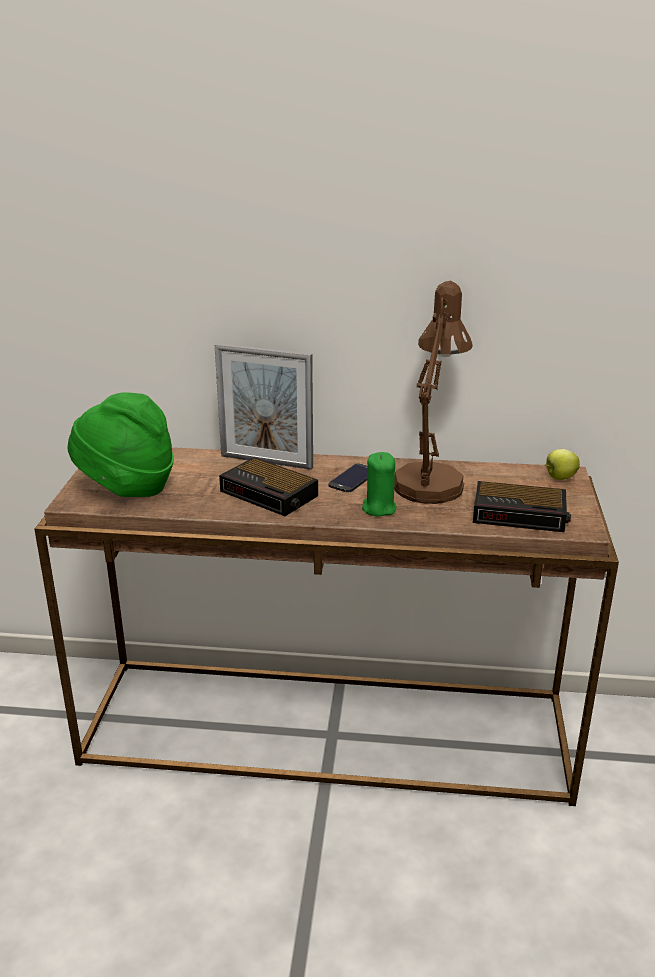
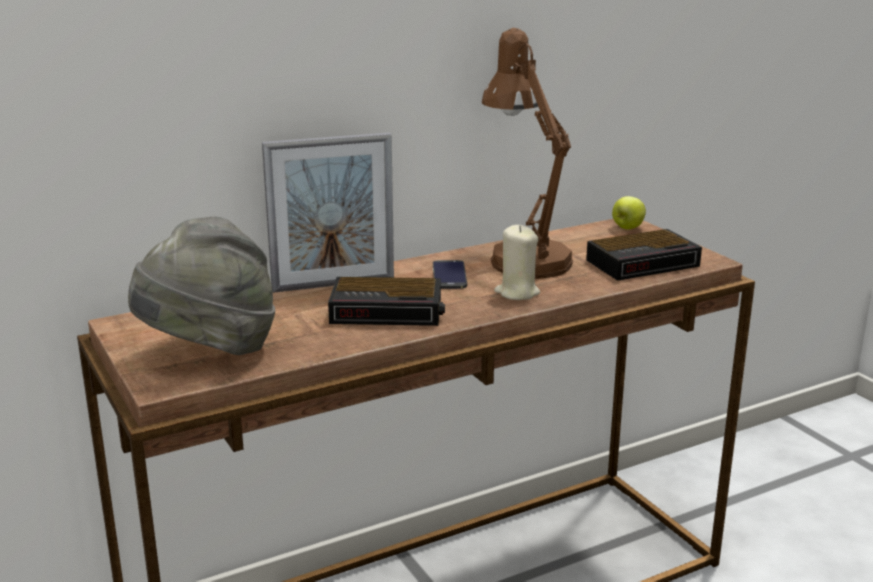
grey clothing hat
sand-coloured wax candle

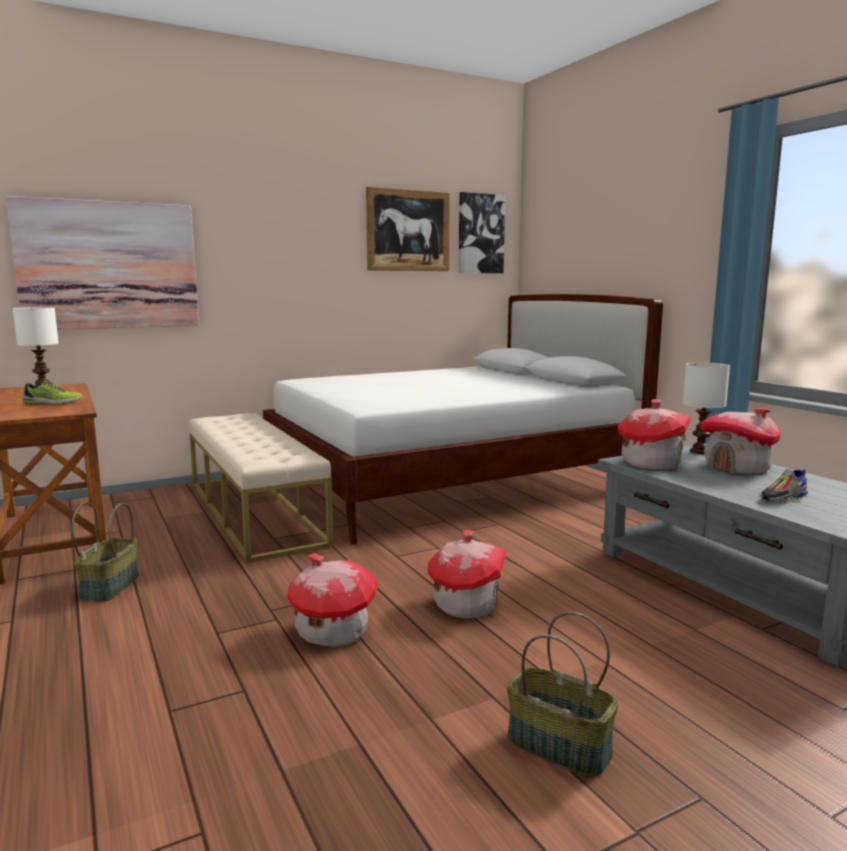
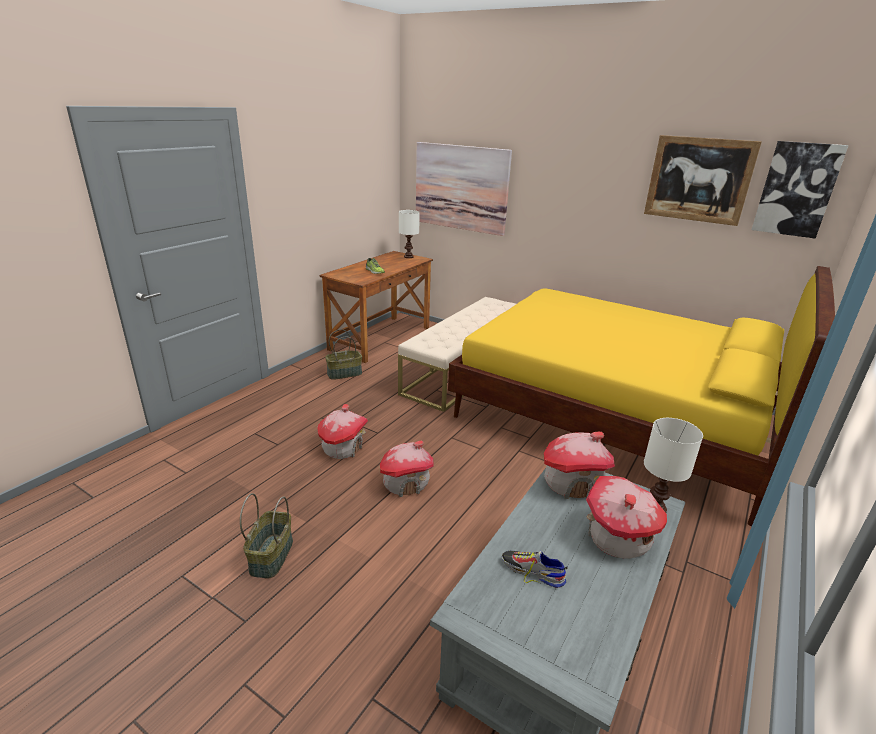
yellow-coloured sleeping bed

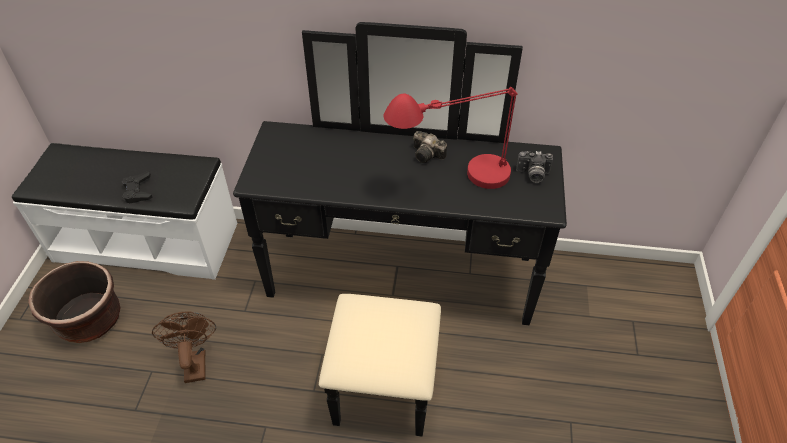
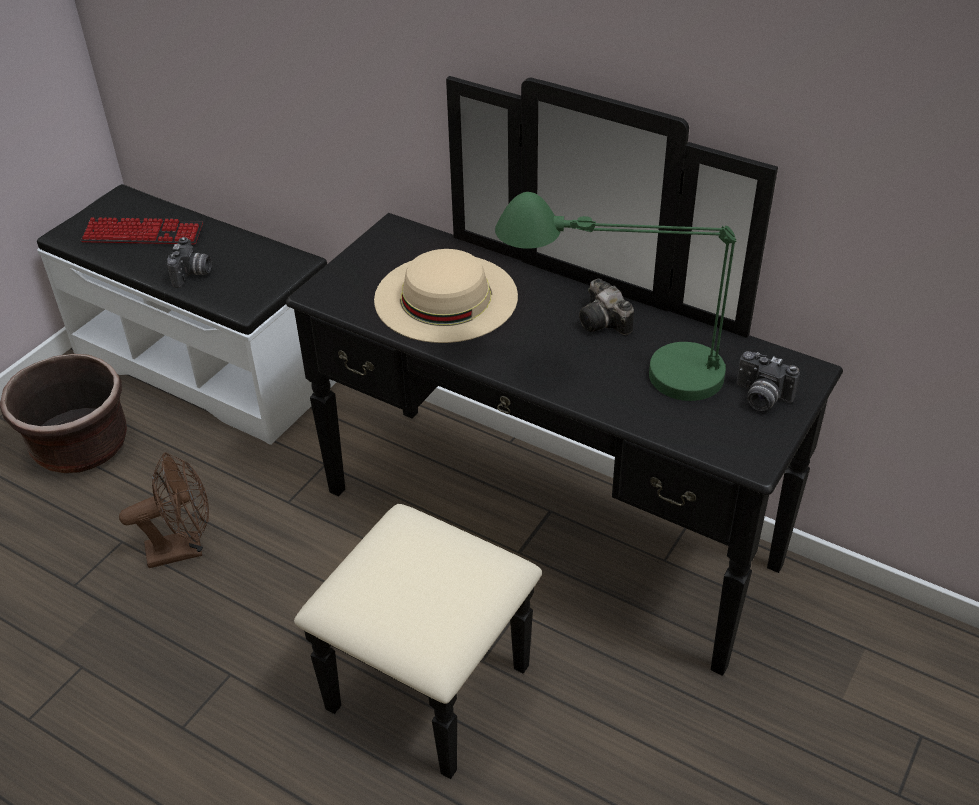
keyboard
brown-coloured cooling fan
photo camera (no. 1 from left)
sand-coloured clothing hat
green-coloured tabletop lamp

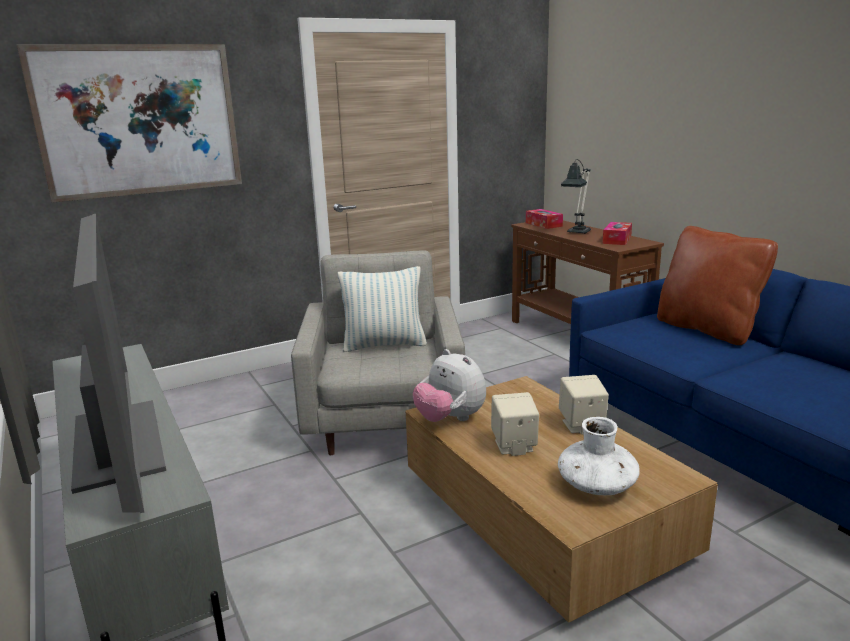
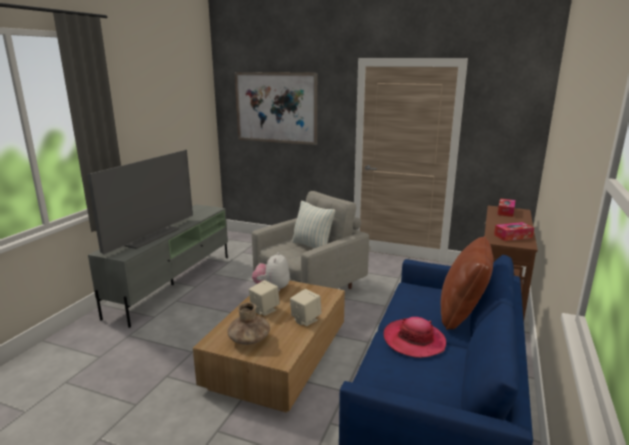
brown-coloured vase
clothing hat
tabletop lamp

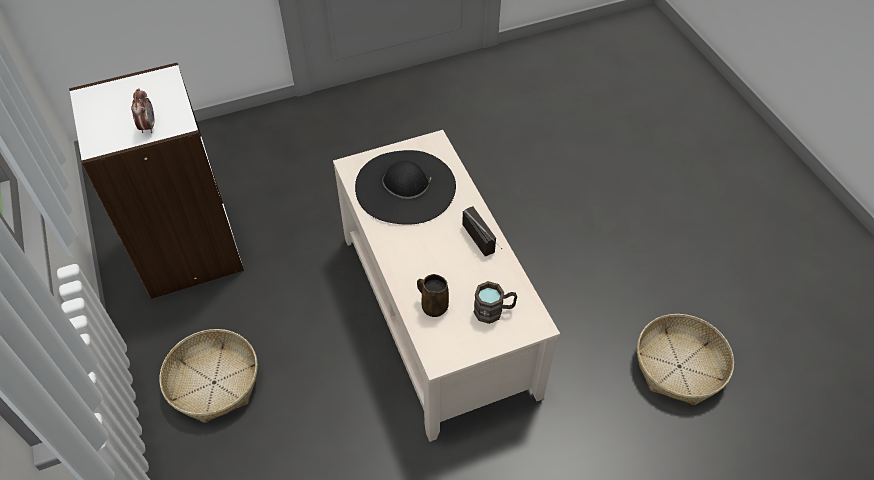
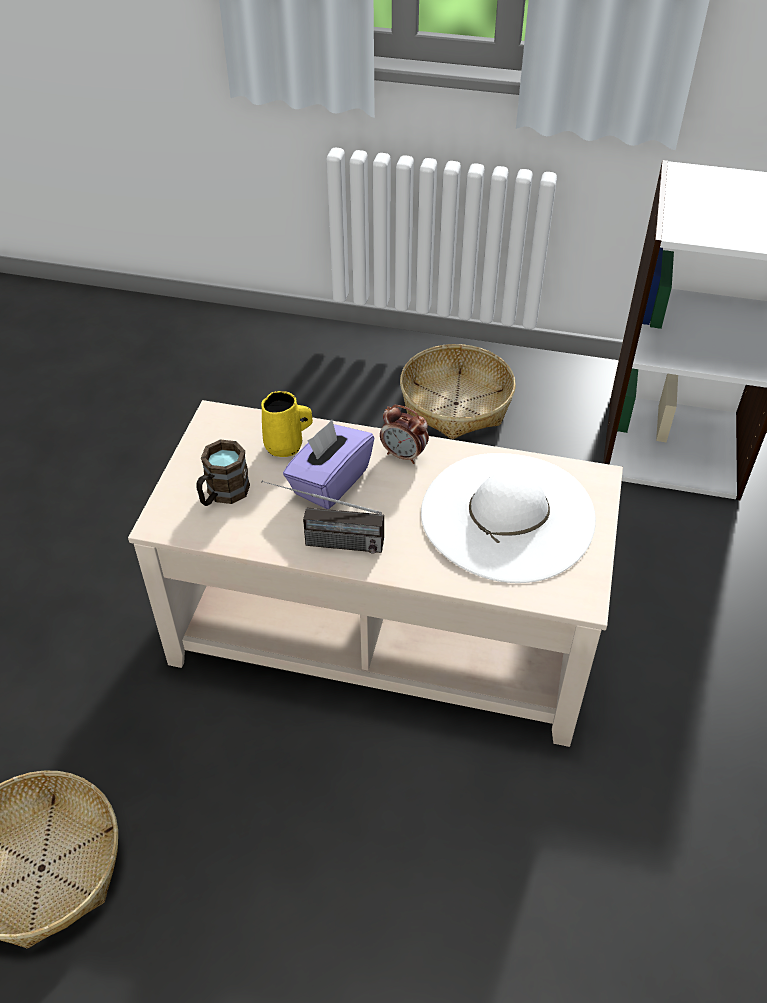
yellow-coloured mug
purple-coloured tissue box
bedside clock
white-coloured clothing hat

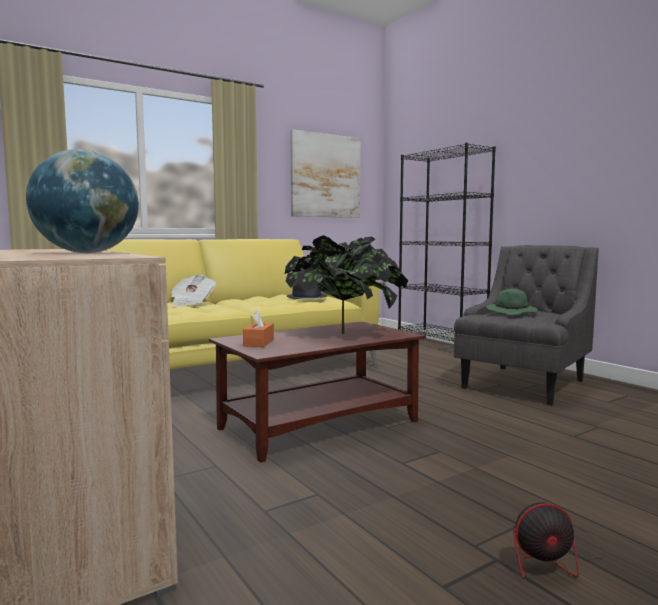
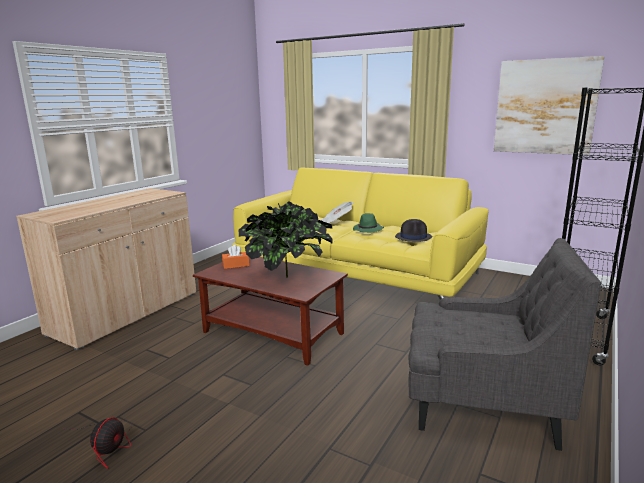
cooling fan
green-coloured clothing hat
world globe

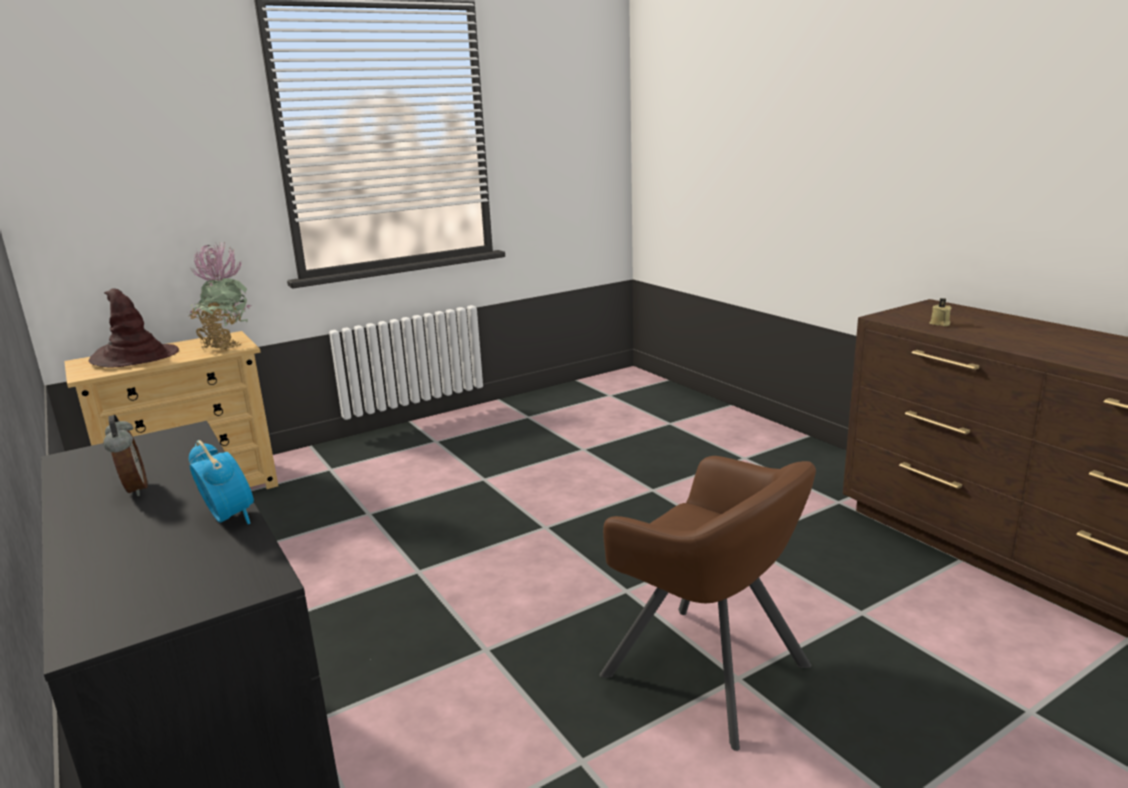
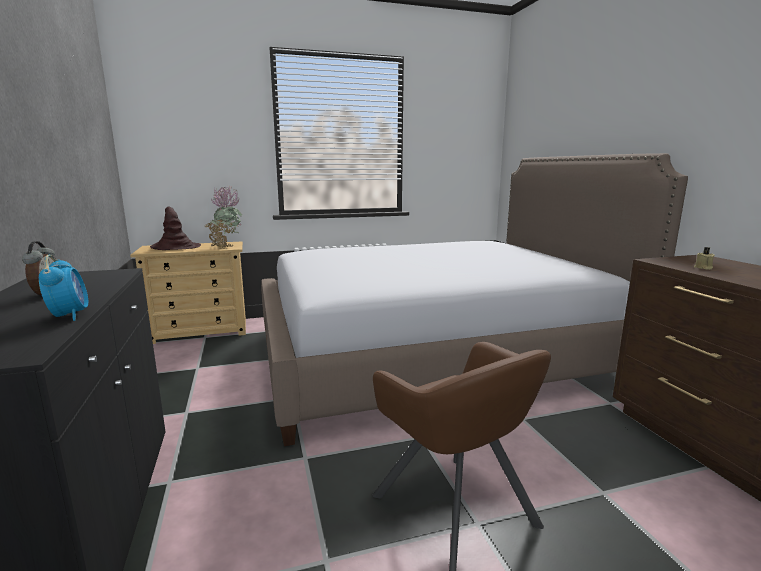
sleeping bed

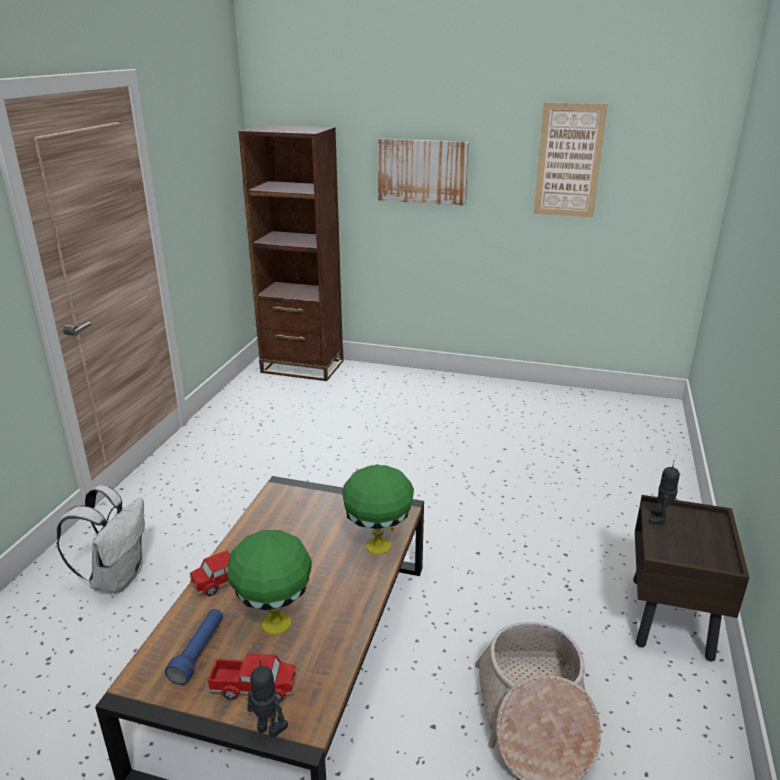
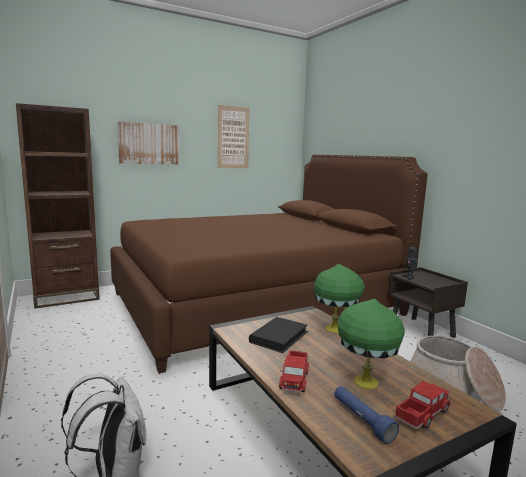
brown-coloured sleeping bed
black-coloured bound book
toy robot (no. 1 from left in the first image)

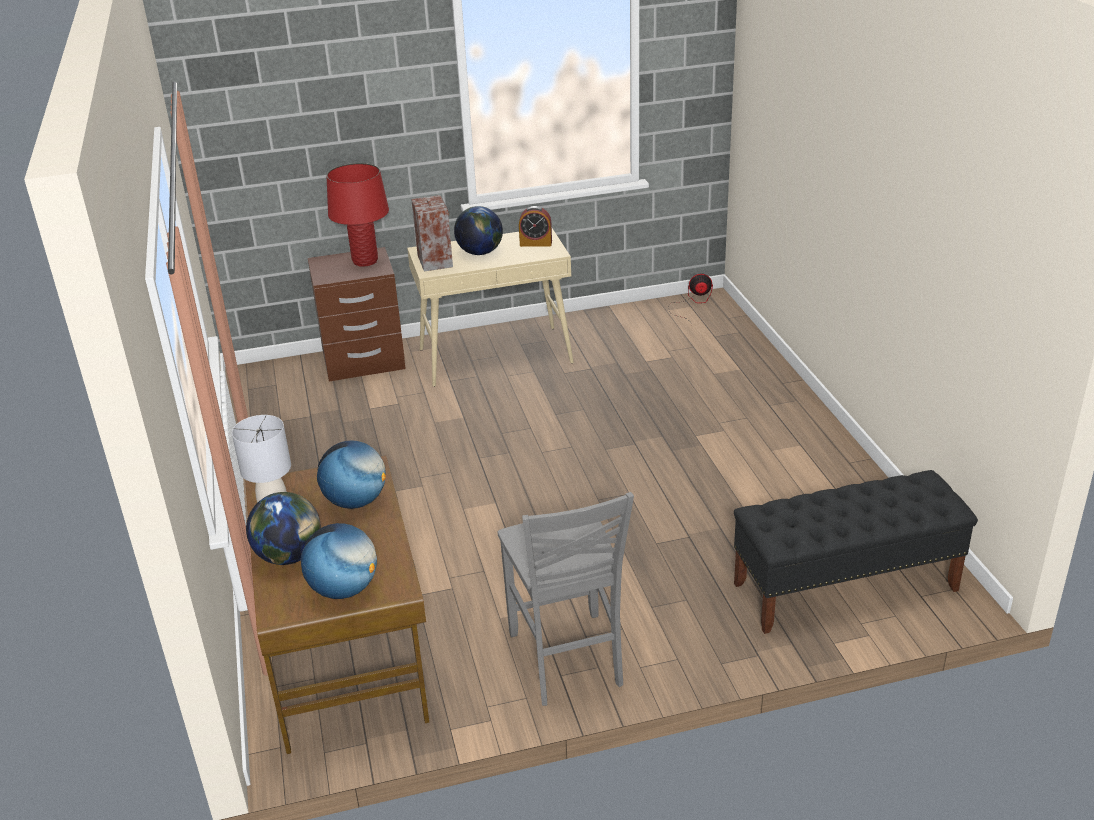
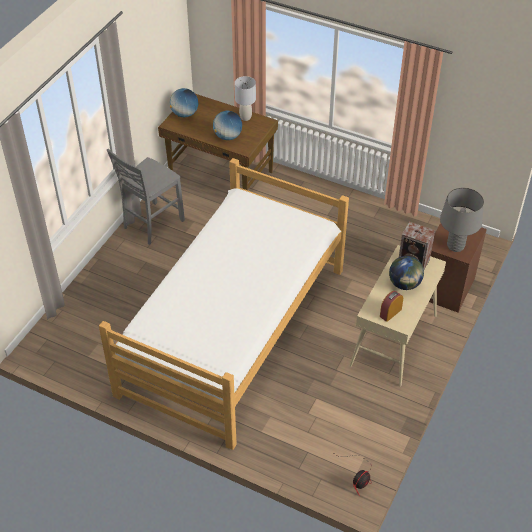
sleeping bed
grey plain chair
grey tabletop lamp (no. 2 from left)
world globe (no. 1 from left in the first image)
black-coloured bench

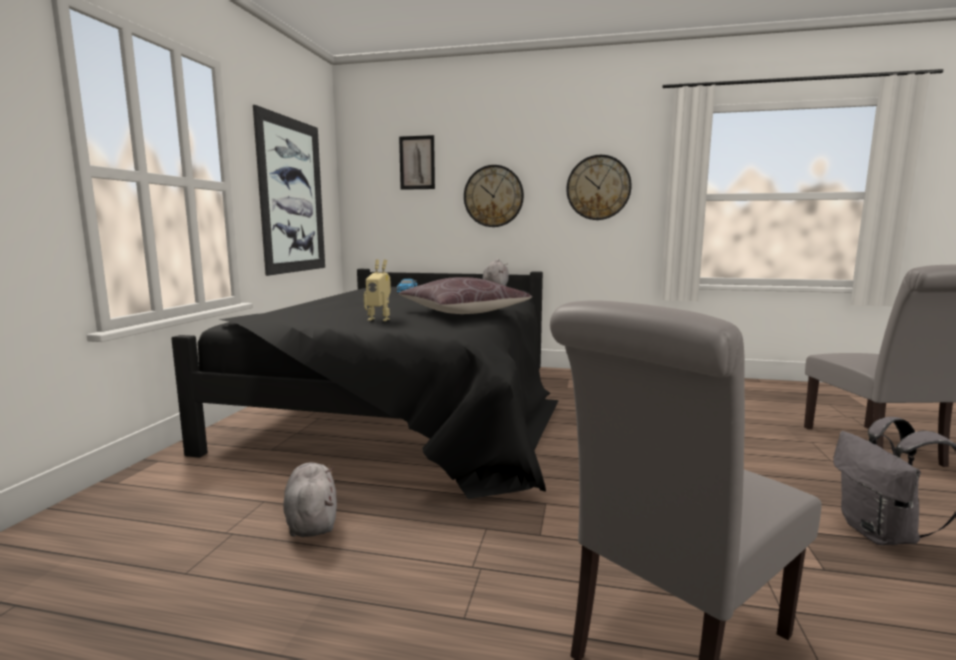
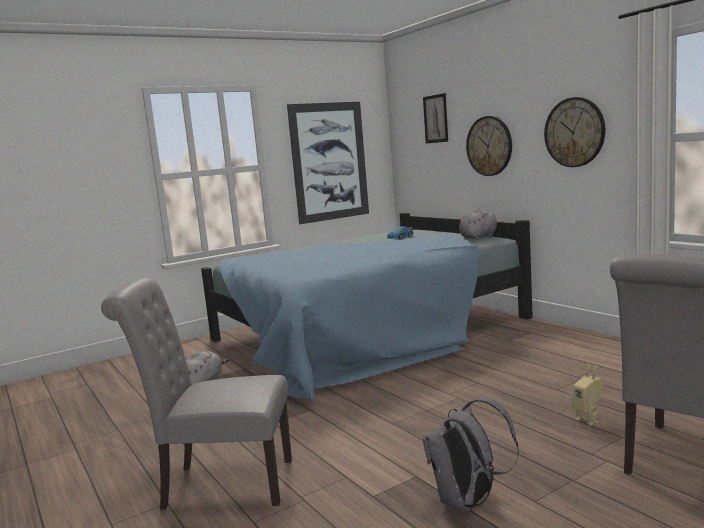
blue sleeping bed
toy robot
brown-coloured cushion

